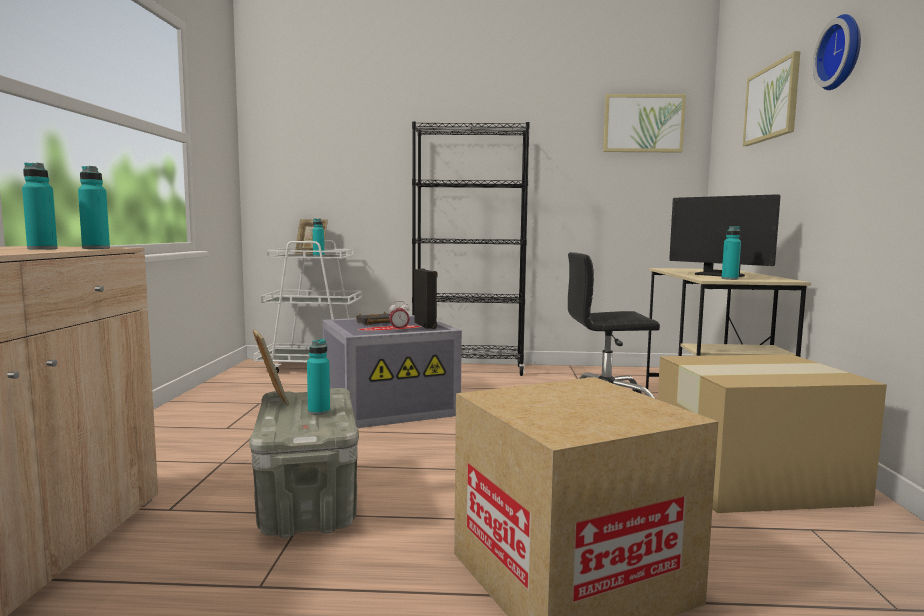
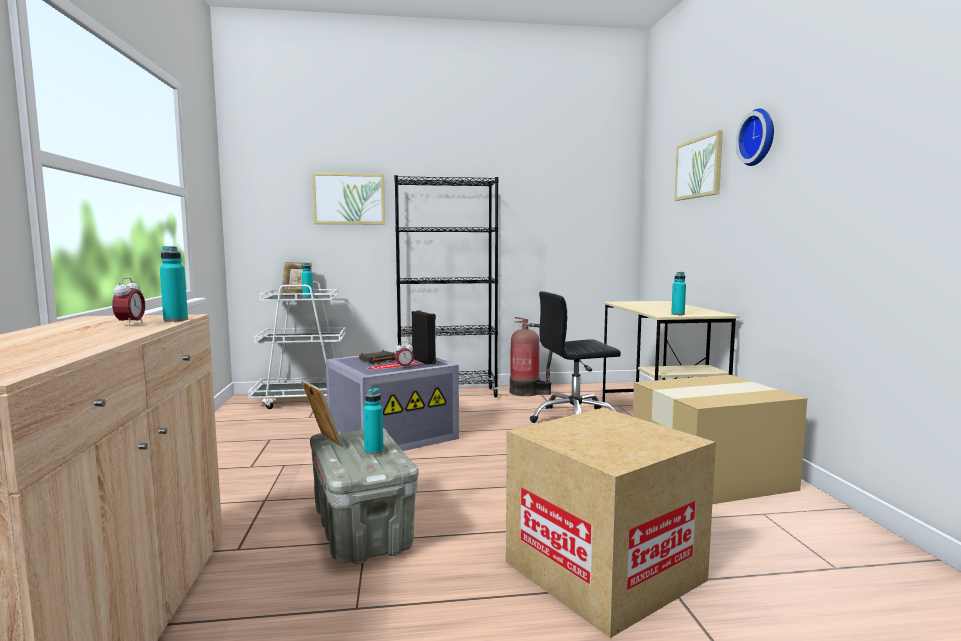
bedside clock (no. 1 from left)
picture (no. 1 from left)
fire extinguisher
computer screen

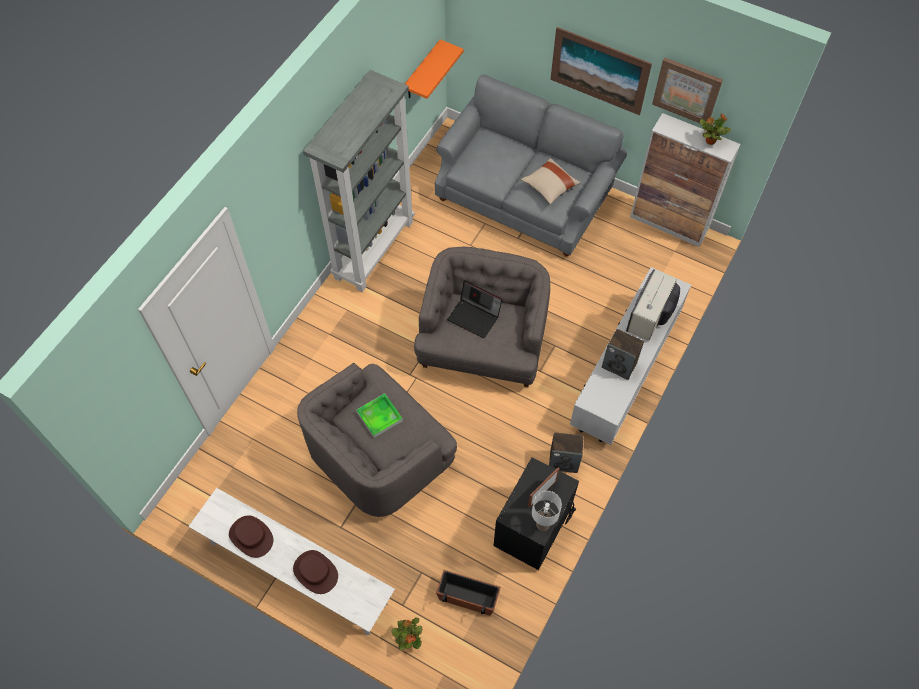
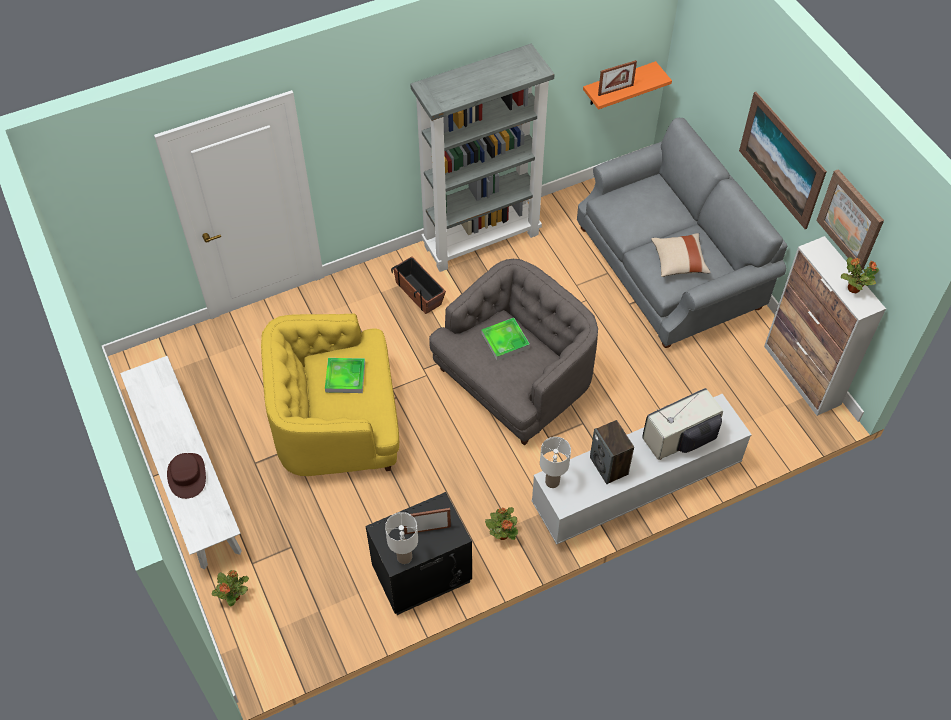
yellow-coloured easy chair
flower pot
serving tray (no. 2 from left)
houseplant (no. 2 from left)
white-coloured tabletop lamp (no. 2 from left)
standing frame (no. 2 from left)
brown-coloured clothing hat (no. 1 from left in the first image)

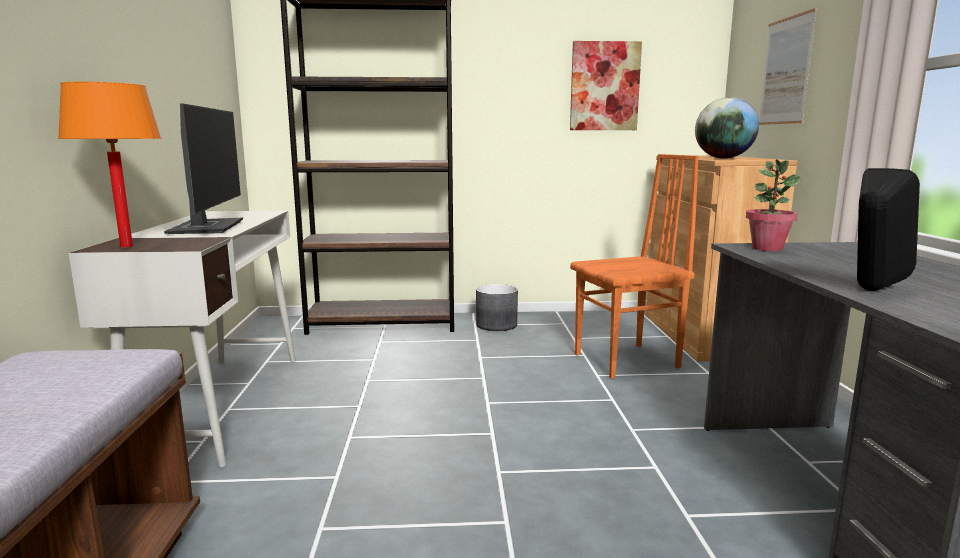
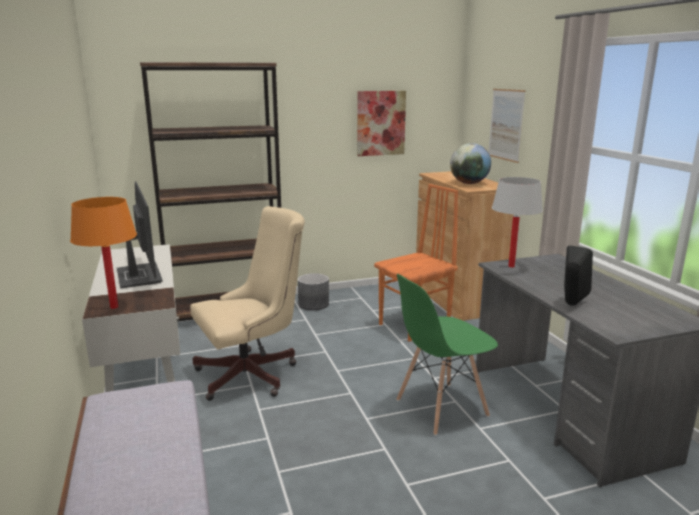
sand-coloured office chair
green-coloured plain chair
white-coloured tabletop lamp

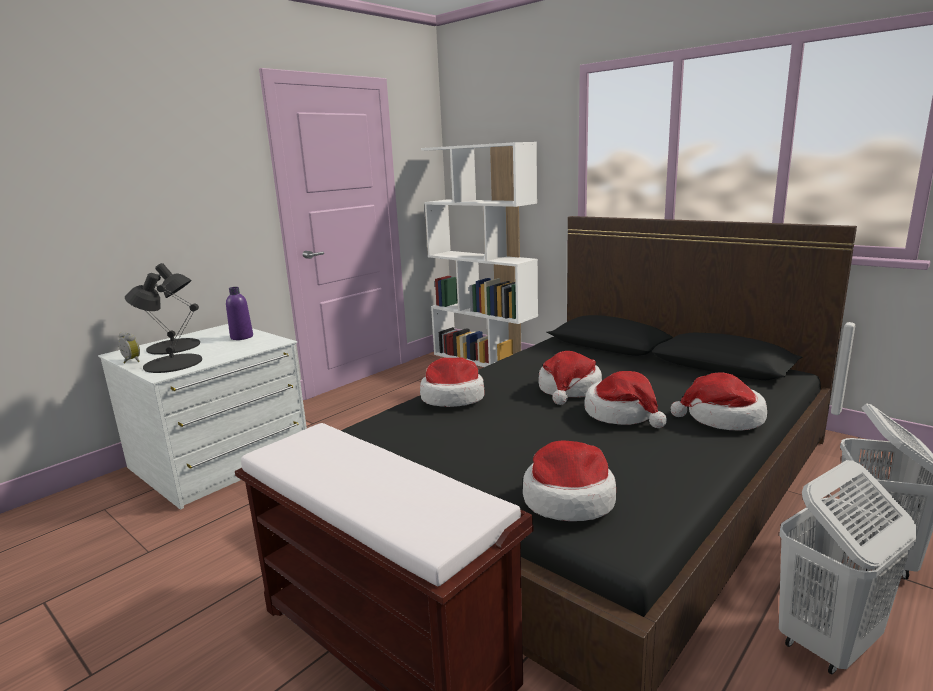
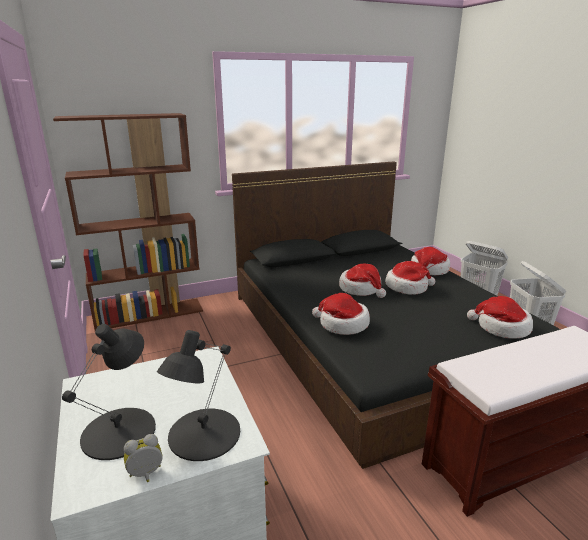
brown-coloured shelving unit
purple-coloured beverage bottle

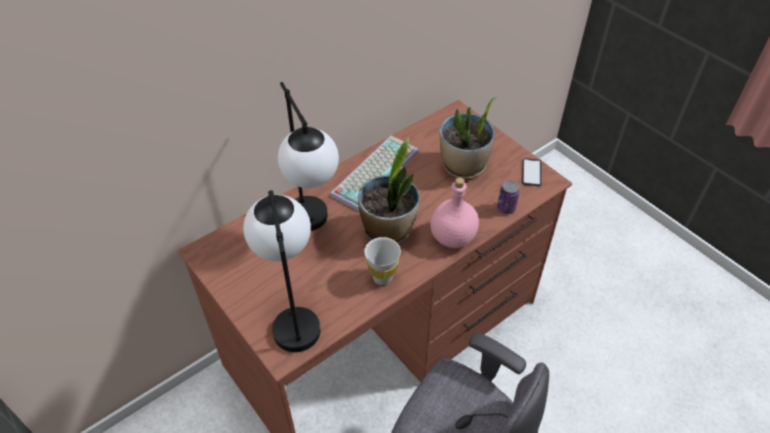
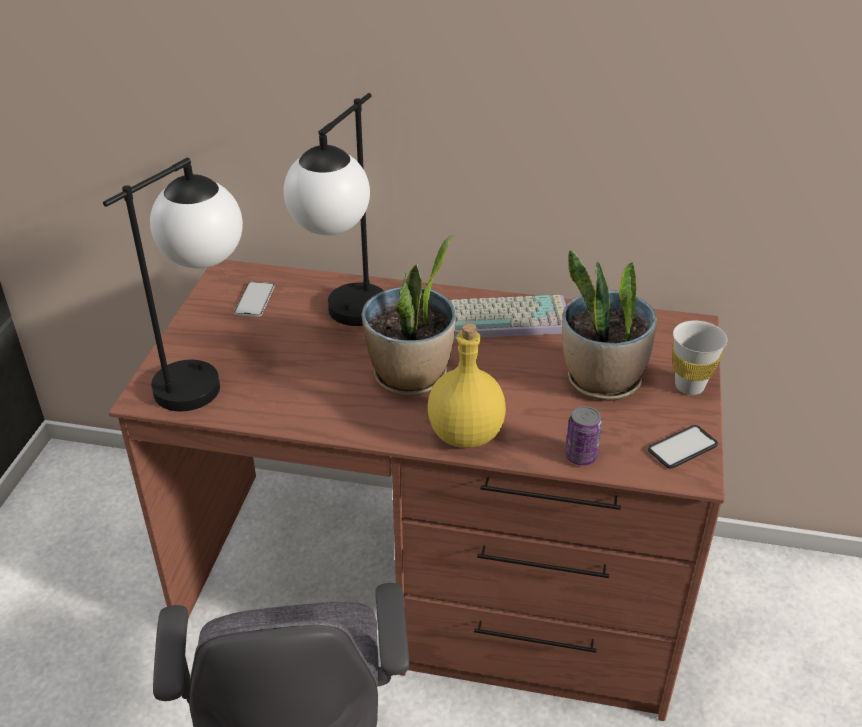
phone (no. 1 from left)
yellow-coloured beverage bottle
white-coloured drinking cup

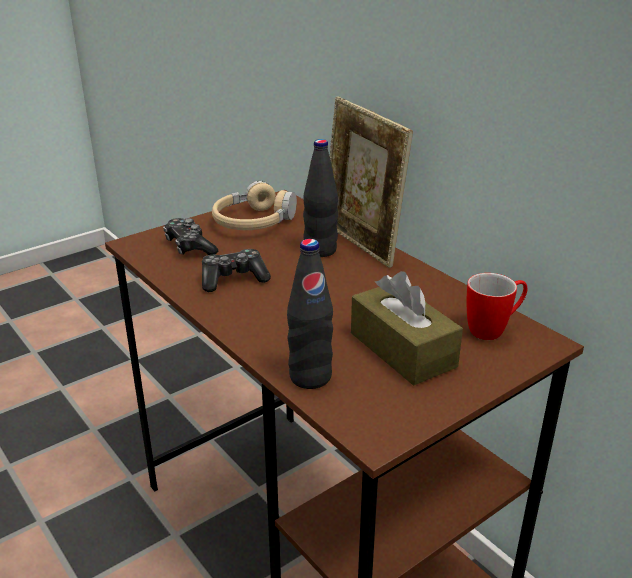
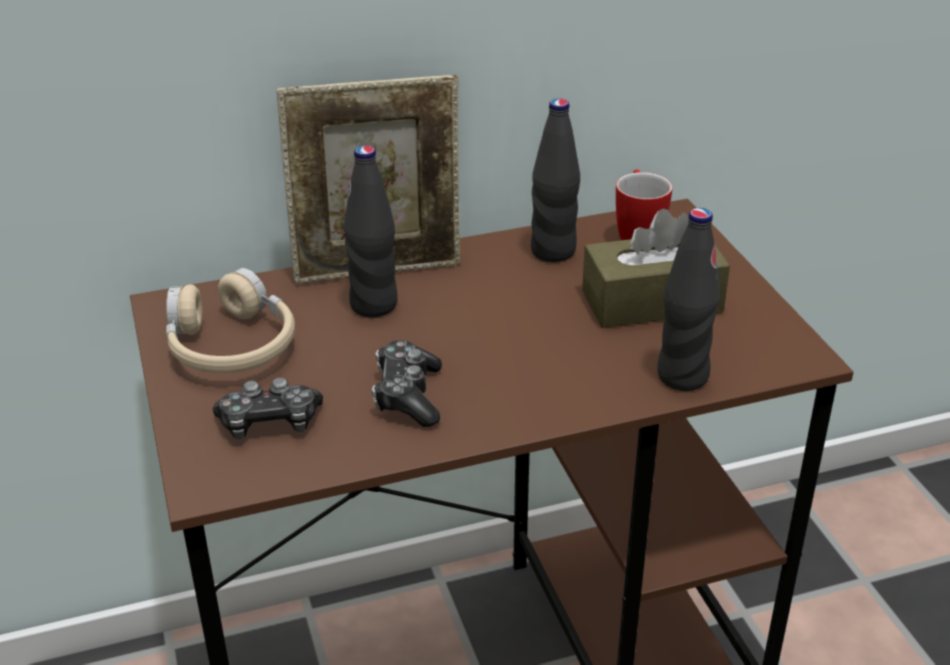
black-coloured beverage bottle (no. 2 from left)

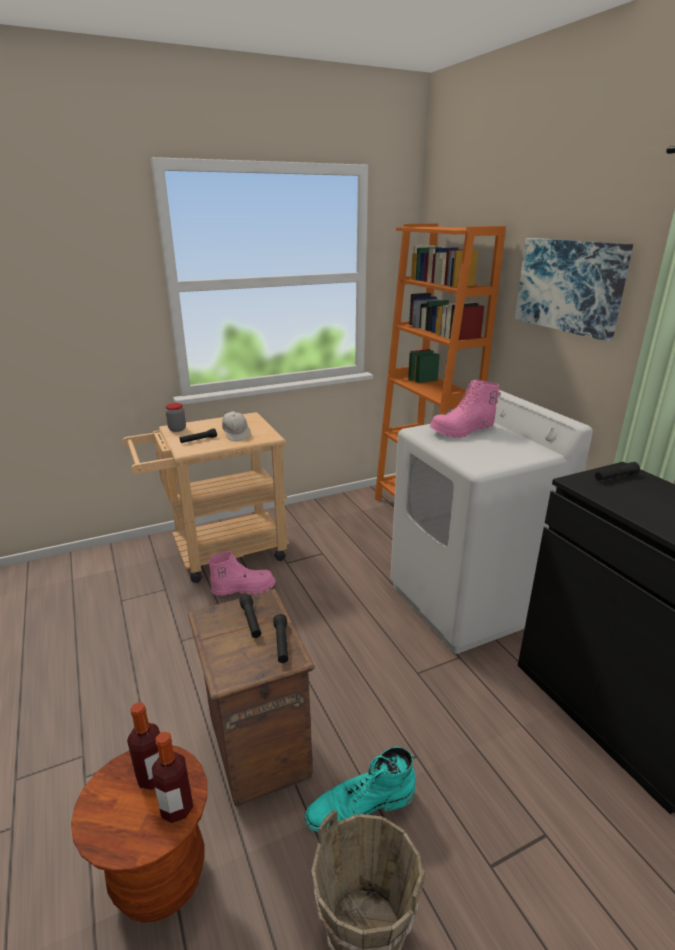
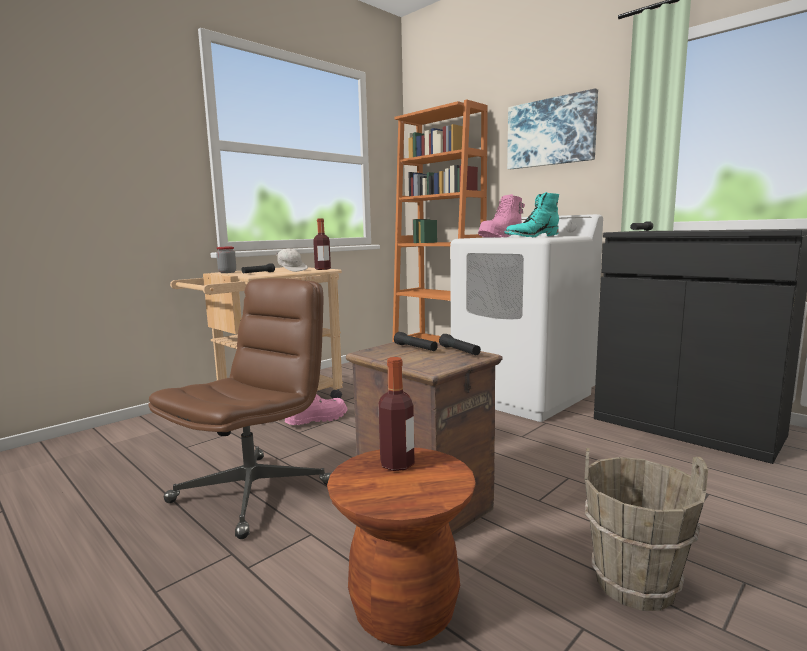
brown-coloured office chair
beverage bottle (no. 1 from left)
blue-green high-top boot

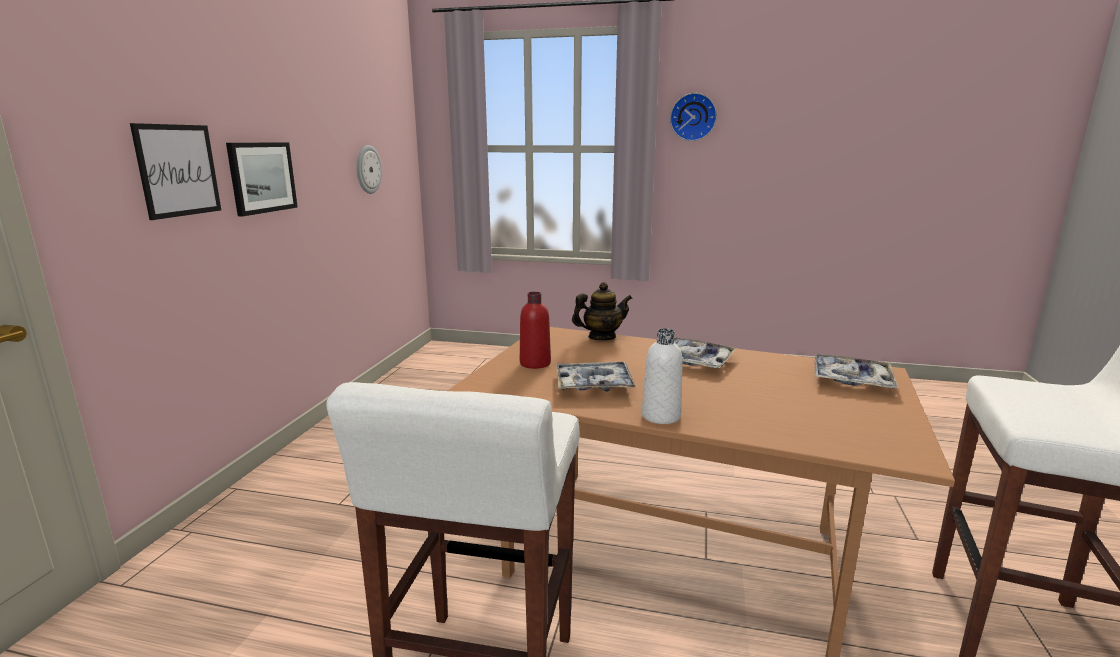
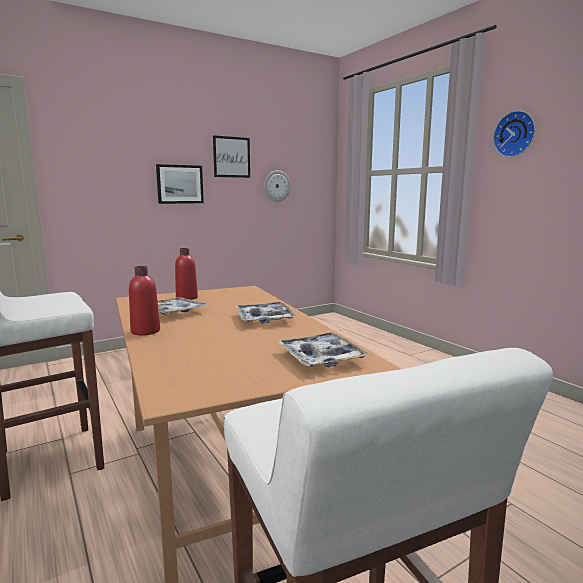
red-coloured beverage bottle (no. 1 from left)
picture (no. 2 from left)
teapot

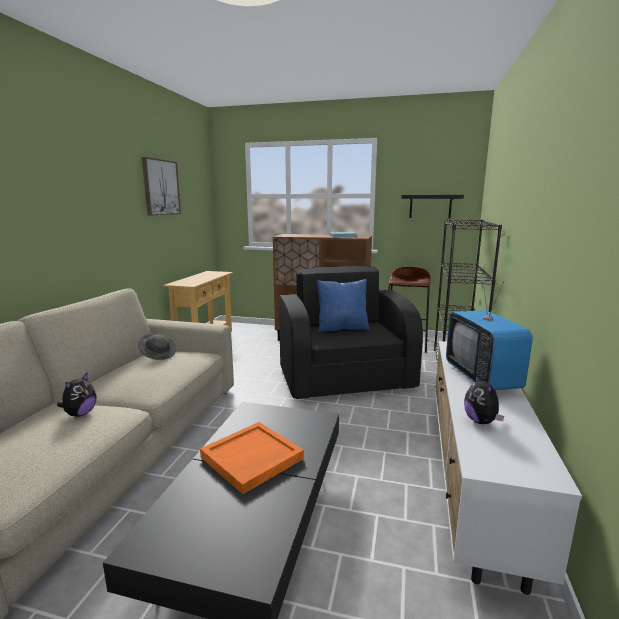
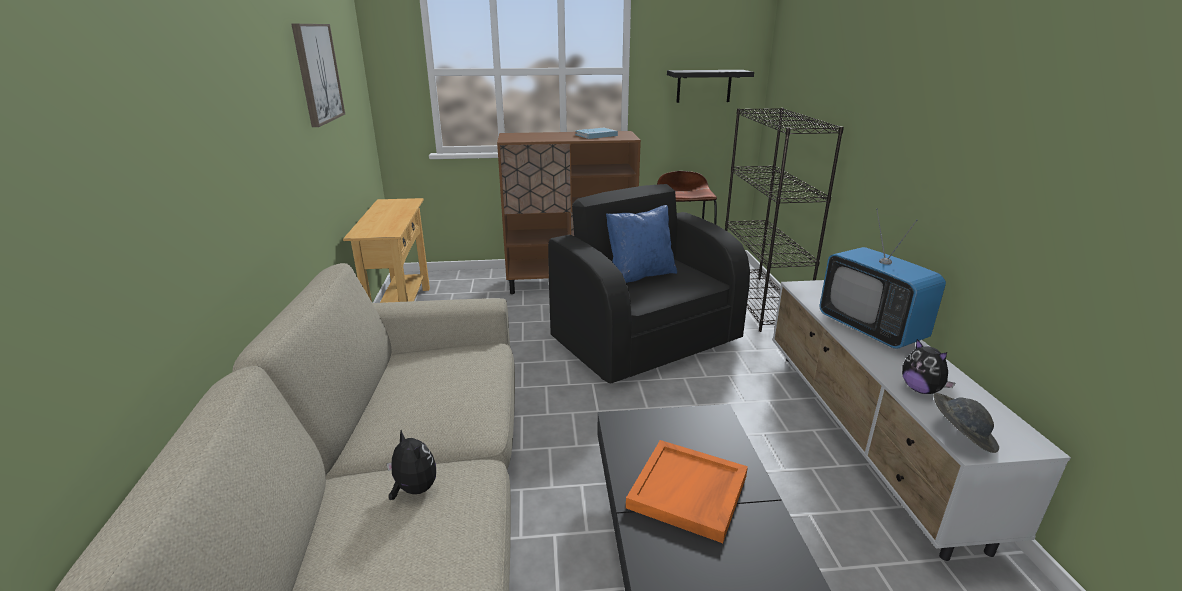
soft toy (no. 1 from left)
grey clothing hat

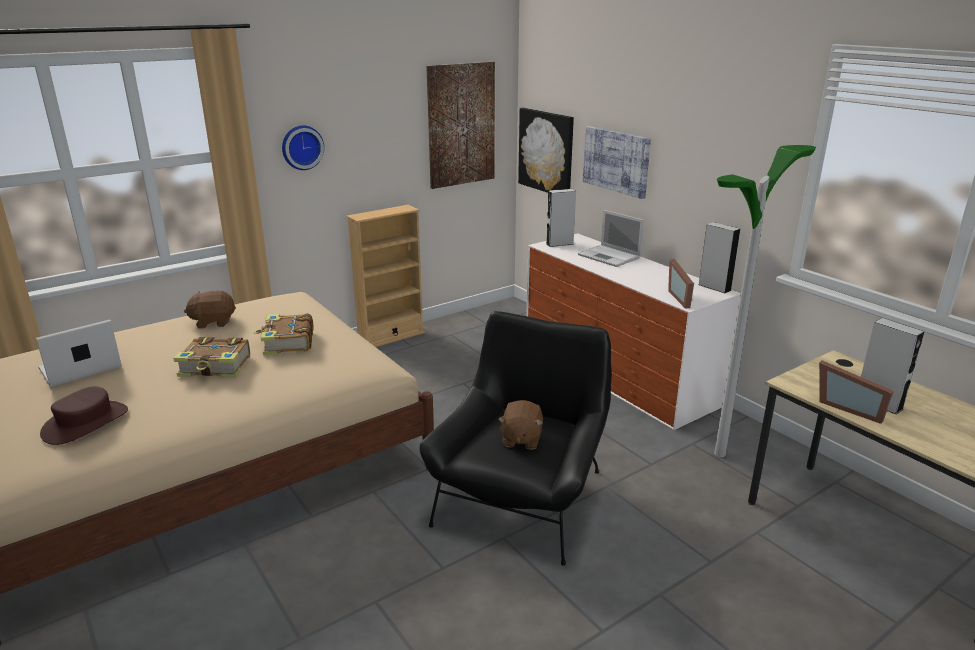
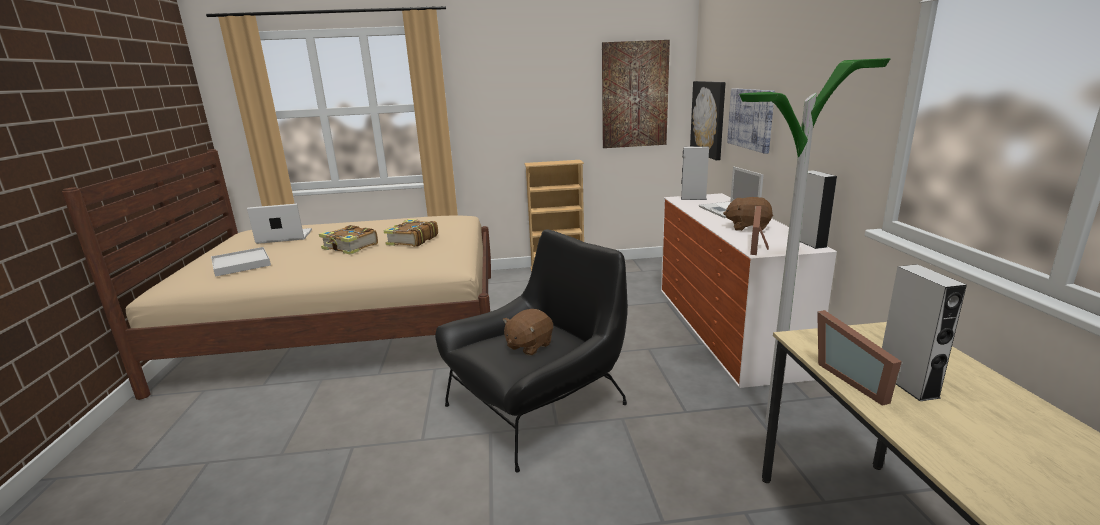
white-coloured serving tray
brown-coloured soft toy (no. 2 from left)
hanging clock

